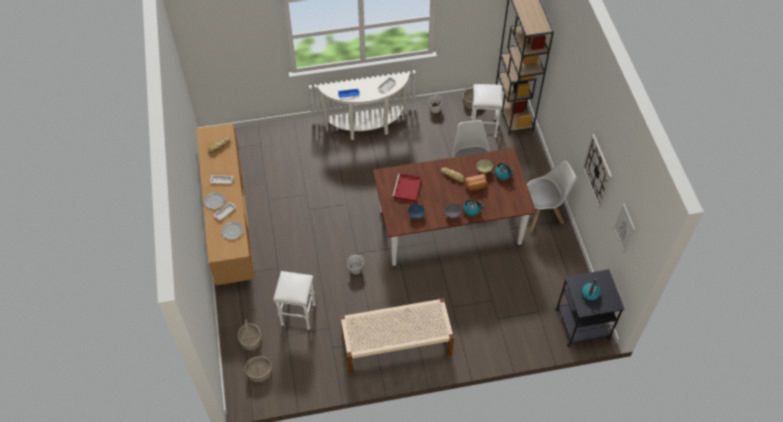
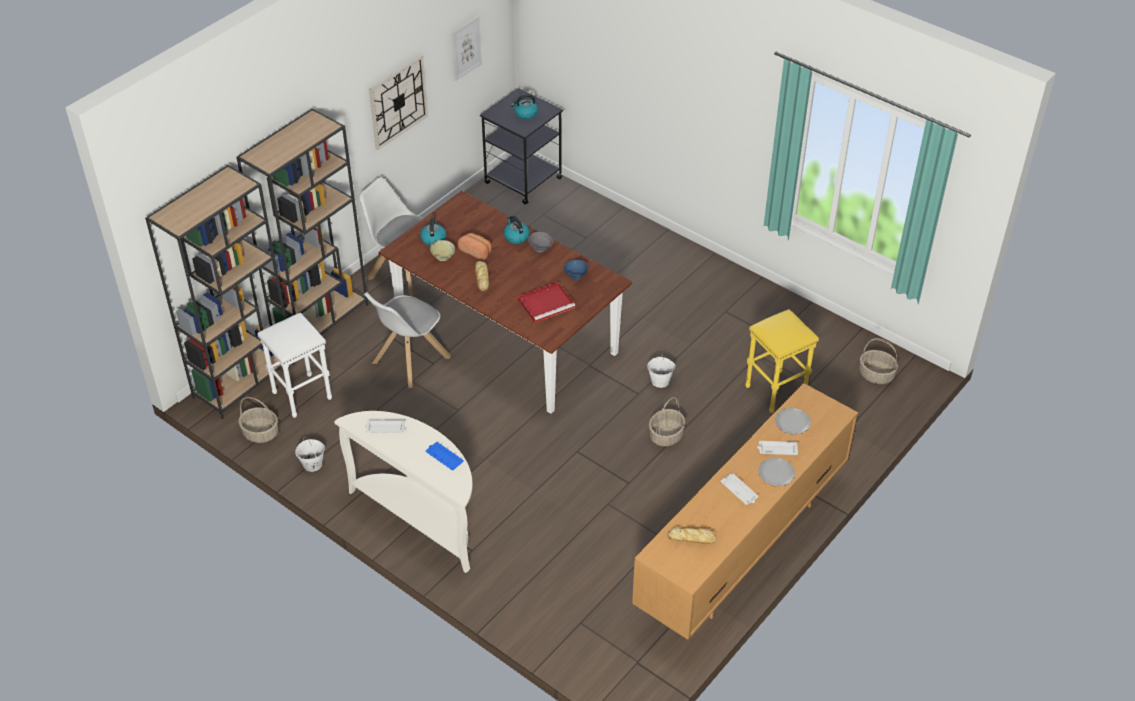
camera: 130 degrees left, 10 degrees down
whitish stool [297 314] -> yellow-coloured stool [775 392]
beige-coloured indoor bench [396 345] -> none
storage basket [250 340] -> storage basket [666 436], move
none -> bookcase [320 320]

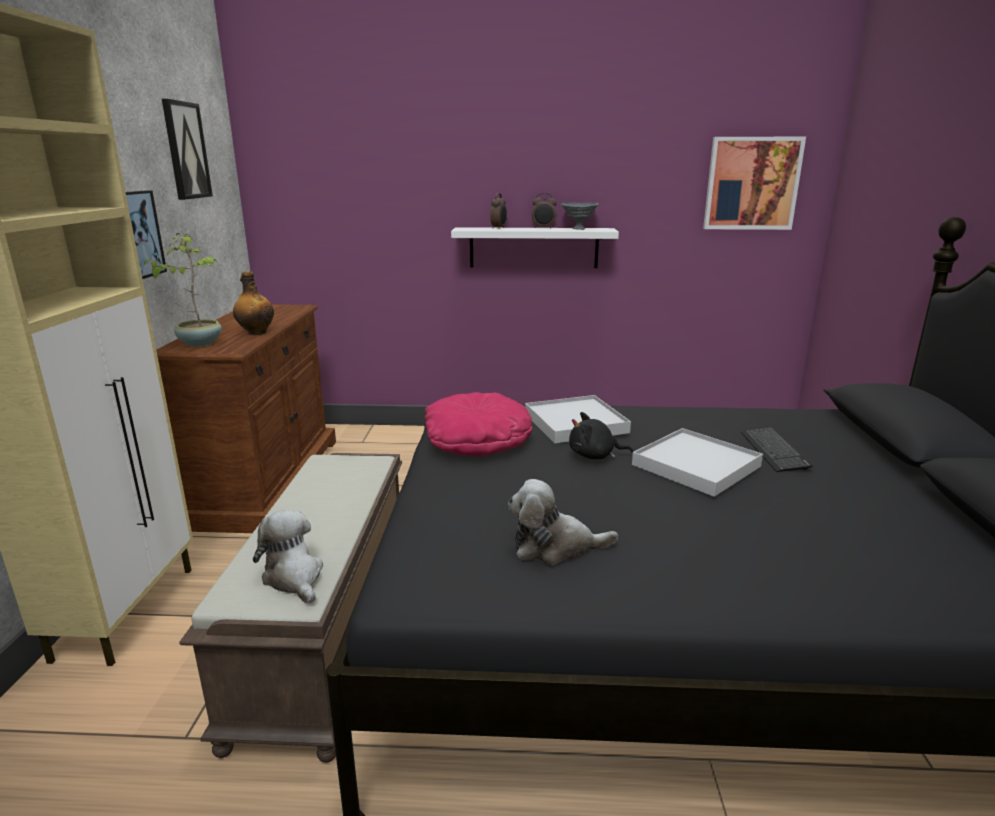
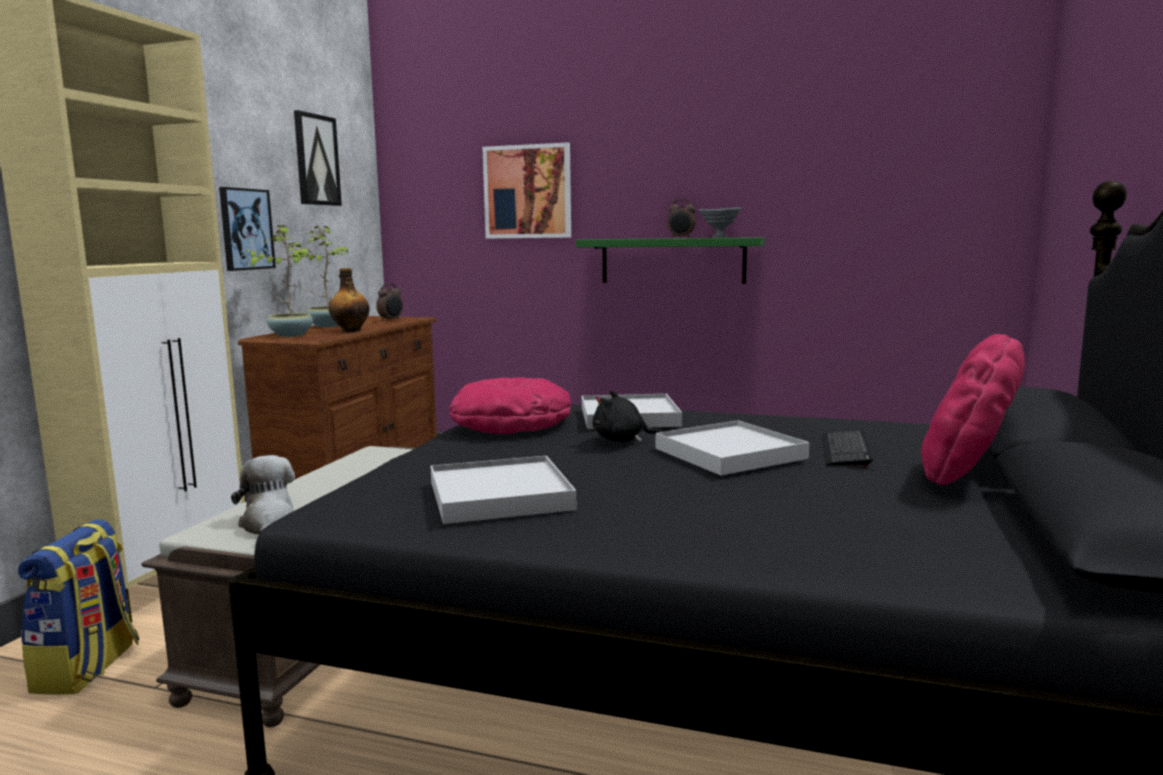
camera: 15 degrees right, 10 degrees down
wall picture [752 183] -> wall picture [528 192], move
alarm clock [499 228] -> alarm clock [391 320], move
whitish shelf [533 247] -> greenish shelf [672 260]
soft toy [554 547] -> whitish serving tray [500 496]
none -> plant in a pot [327 326]
none -> pink-coloured pillow [965 479]
none -> knapsack [88 669]

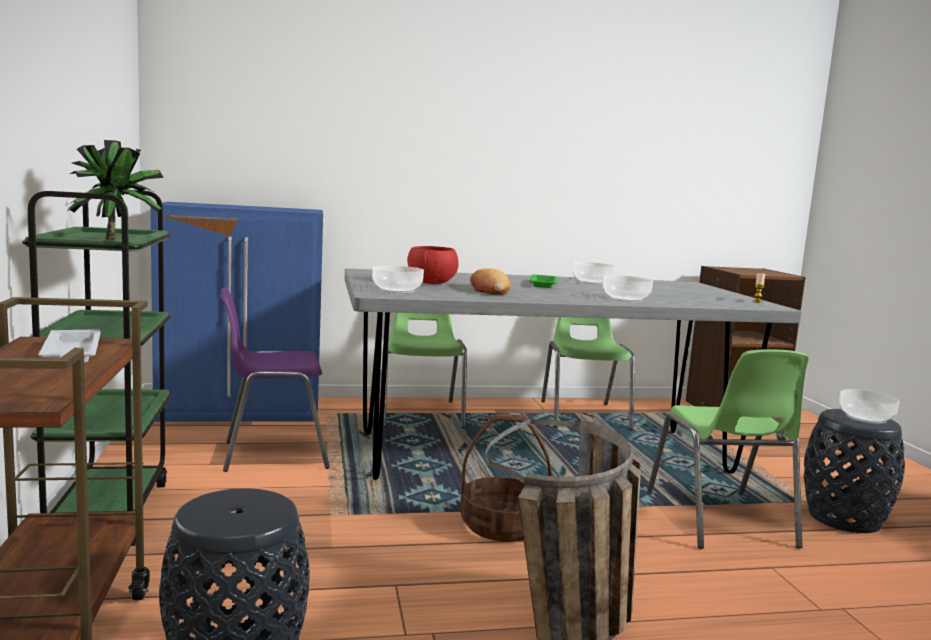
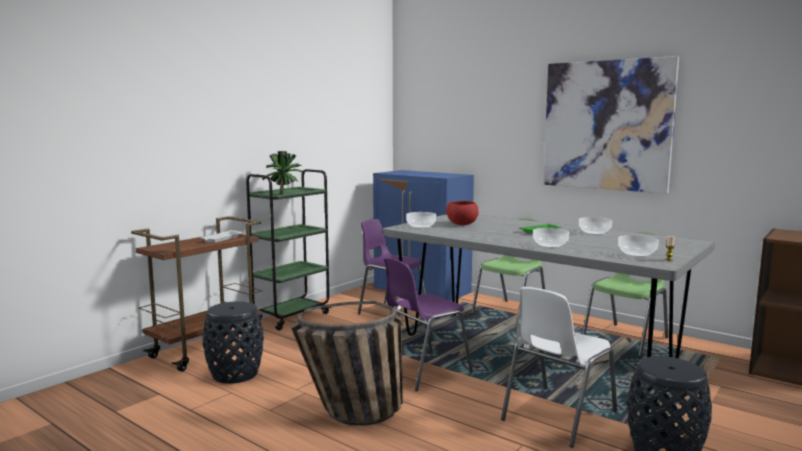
camera: 50 degrees right, 0 degrees up
bread [488 289] -> none
greenish plain chair [720 520] -> whitish plain chair [556 416]
deep dish [865 418] -> deep dish [636 254], move
storage basket [502 525] -> purplish plain chair [423 372]
none -> wall picture [606 125]

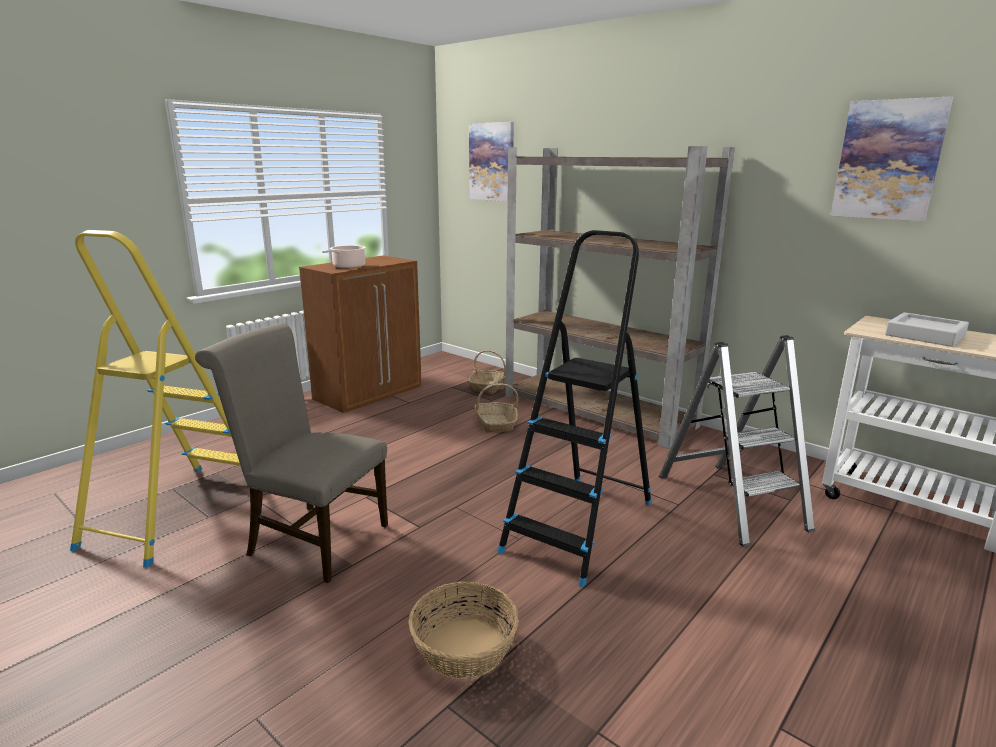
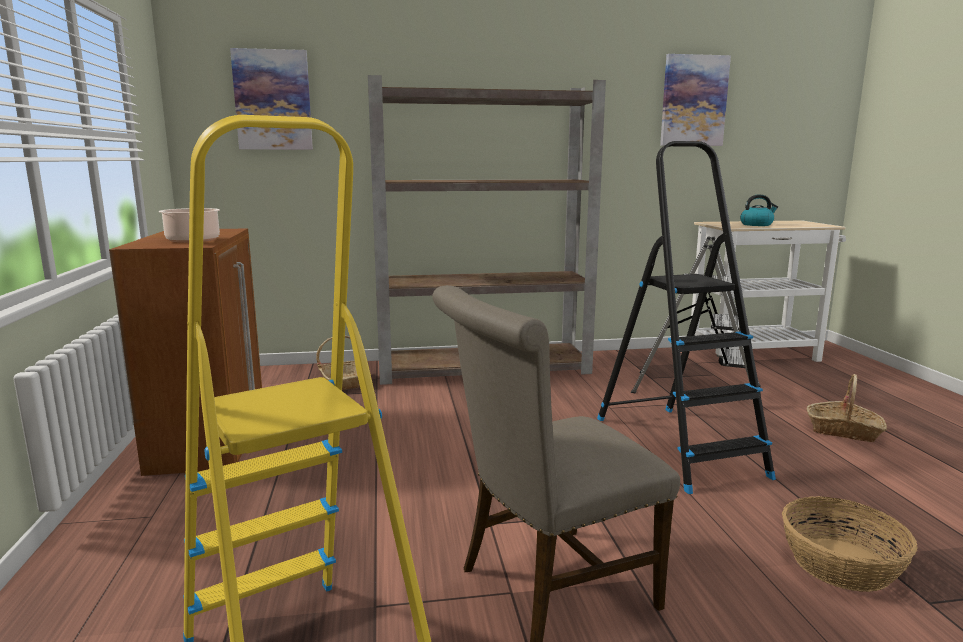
camera: 50 degrees left, 5 degrees down
gray serving tray [925 335] -> kettle [756 224]
storage basket [496 423] -> storage basket [843 431], move

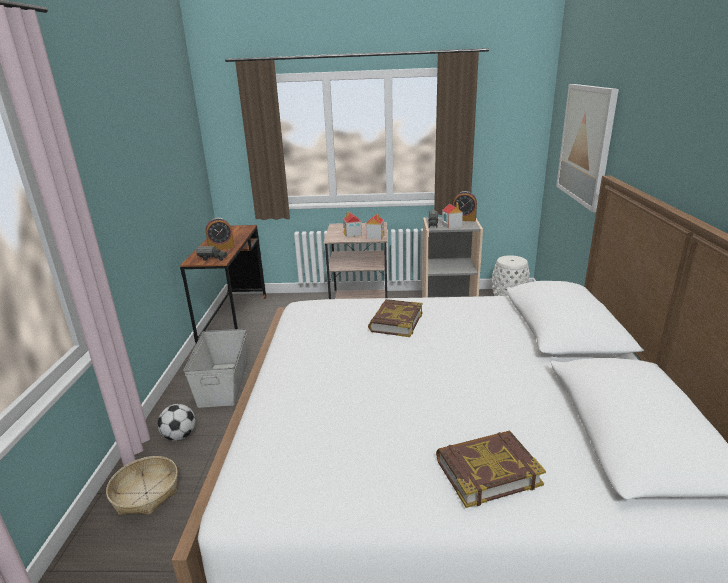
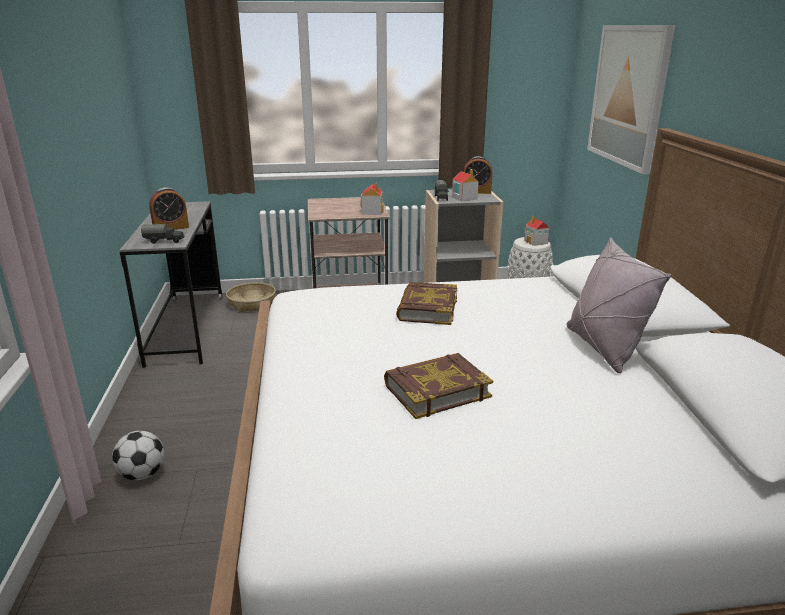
camera: 10 degrees left, 0 degrees up
miniature house [352 234] -> miniature house [536 242], move
brown desk unit [235 322] -> gray desk unit [186 329]
gray storage container [224 383] -> none
bound book [487 472] -> bound book [436 390], move
storage basket [146 493] -> storage basket [252 303], move
none -> purplish pillow [603 348]

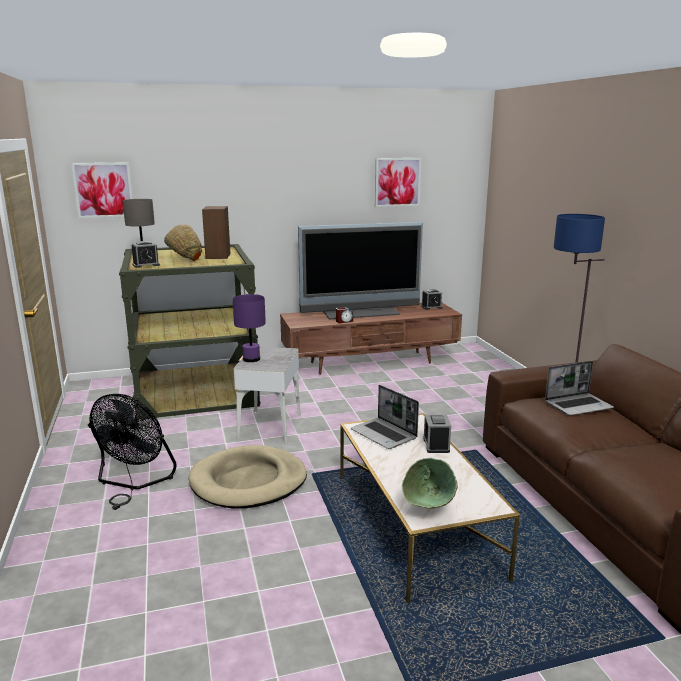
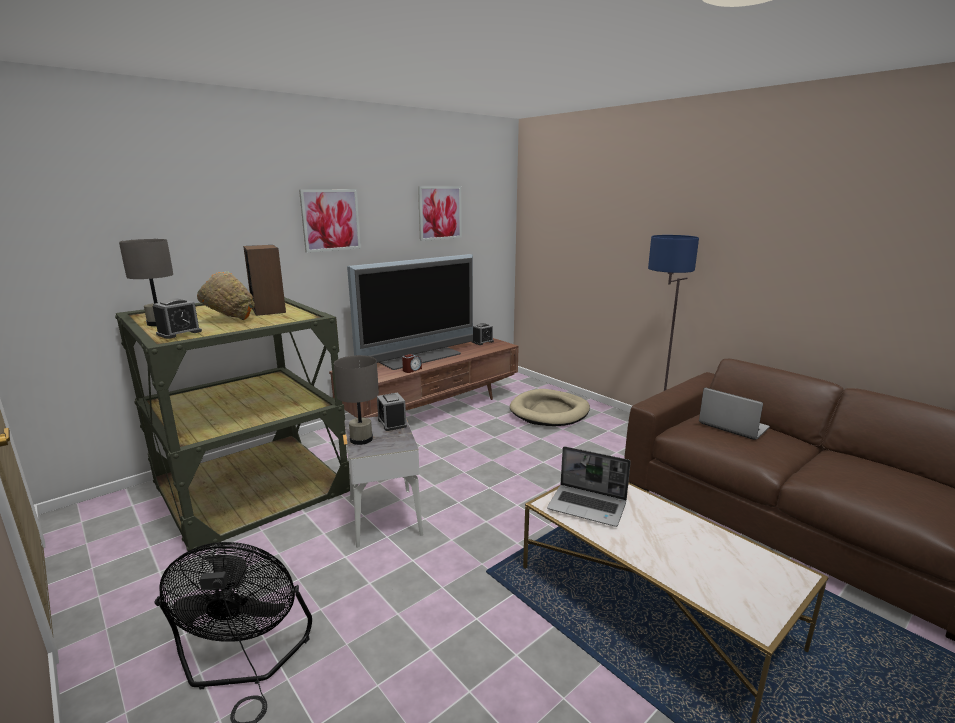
camera: 25 degrees left, 0 degrees up
wall picture [103 190] -> wall picture [330 220], move
purplish table lamp [251 359] -> gray table lamp [361 439]
portable computer [578 405] -> portable computer [732 426], 90 degrees counterclockwise
alarm clock [436 445] -> alarm clock [392 423], move
beige-coloured pet bed [248 481] -> beige-coloured pet bed [549 411], move
greenish deep dish [430 511] -> none

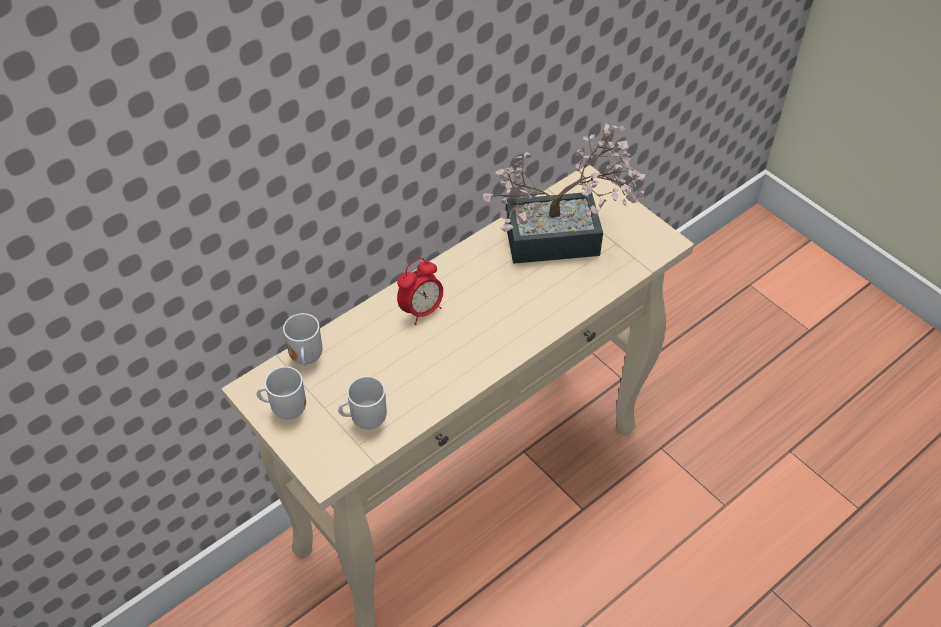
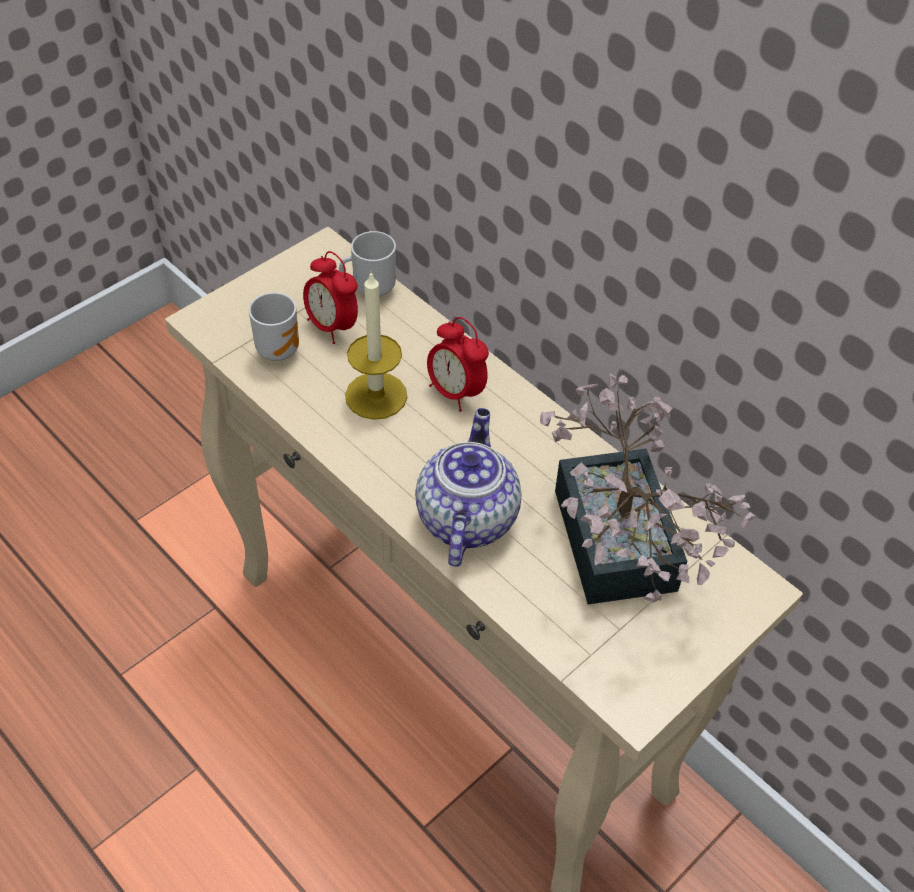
camera: 85 degrees right, 0 degrees up
tea mug [287 408] -> none
none -> alarm clock [332 326]
none -> wax light [376 395]
none -> tea pot [466 517]

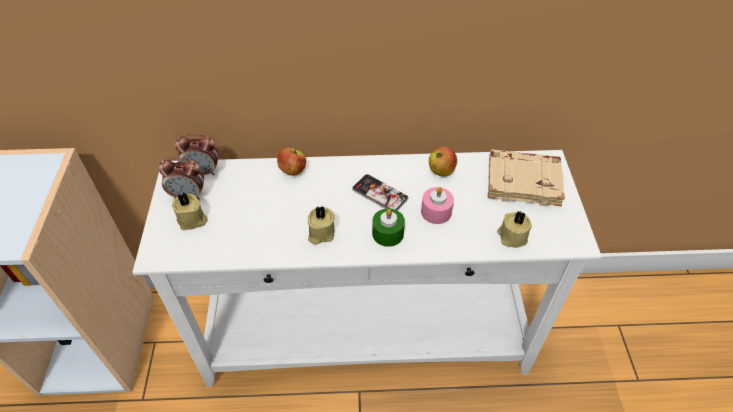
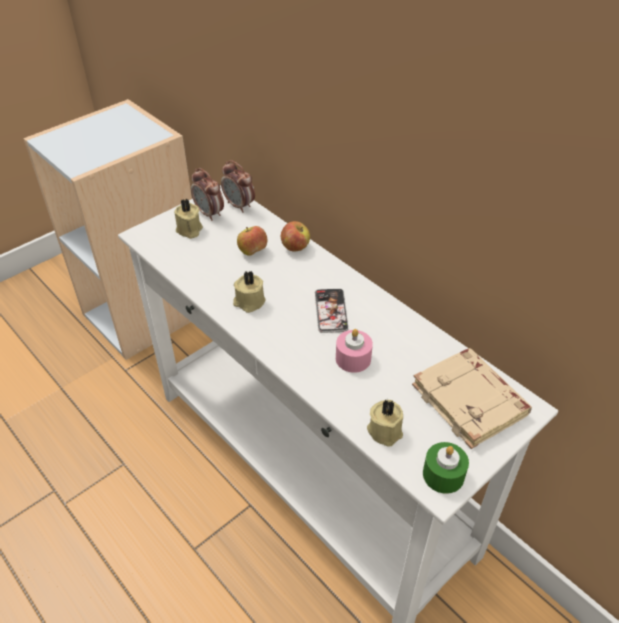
camera: 50 degrees right, 5 degrees down
whole apple [441 171] -> whole apple [253 251], move
greenish wax light [388 233] -> greenish wax light [443 475], move

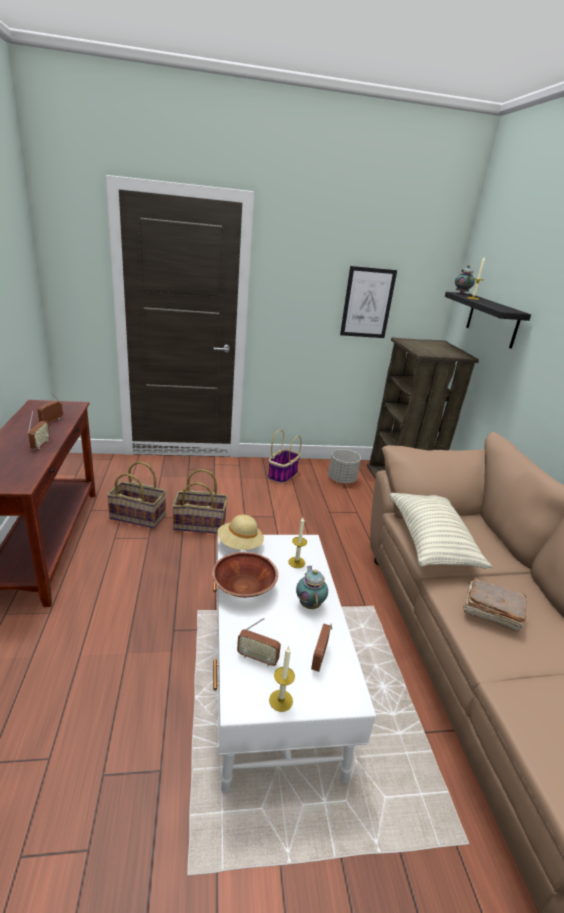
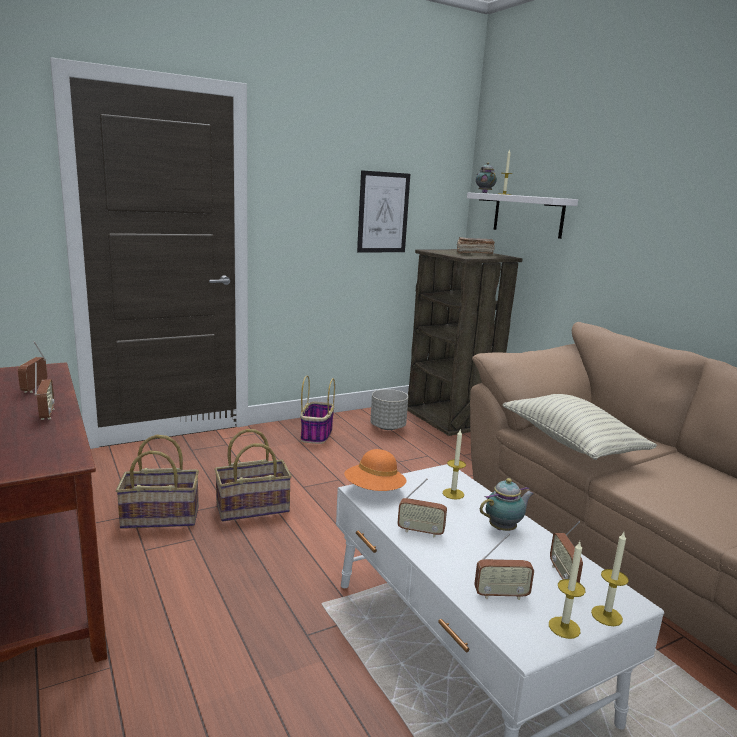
camera: 20 degrees left, 10 degrees down
blackish shelf [492 320] -> whitish shelf [528 215]
beige-coloured clothing hat [240 545] -> orangey clothing hat [374 491]
brown deep dish [244 588] -> radio receiver [420 532]
tea pot [309 603] -> tea pot [504 528], 90 degrees clockwise
brown bound book [490 612] -> brown bound book [473 253], move
none -> wax light [606 616]

